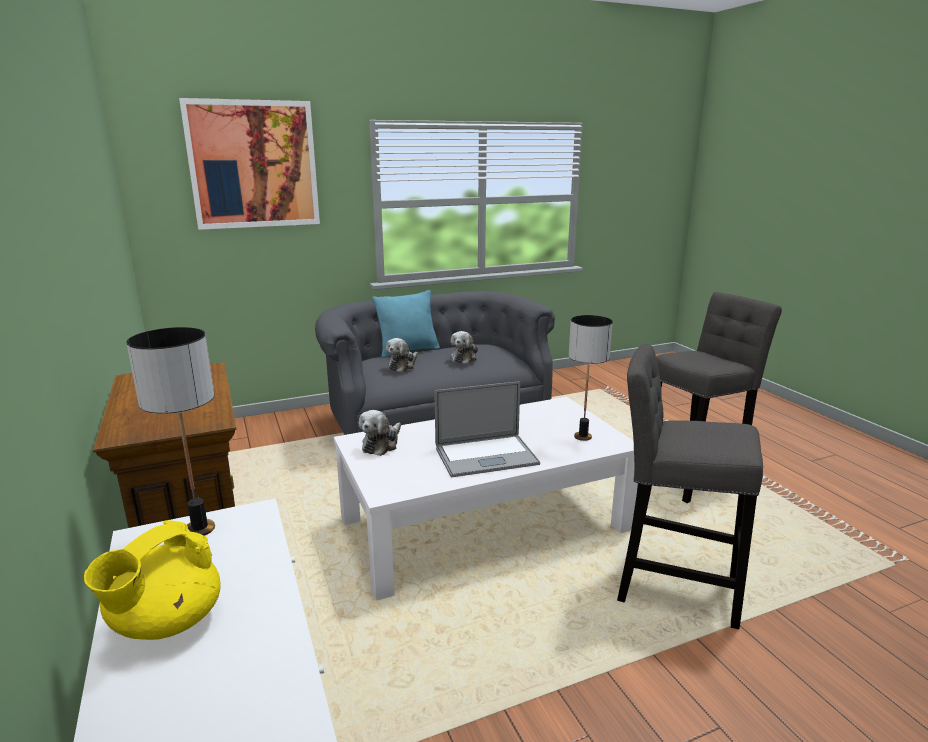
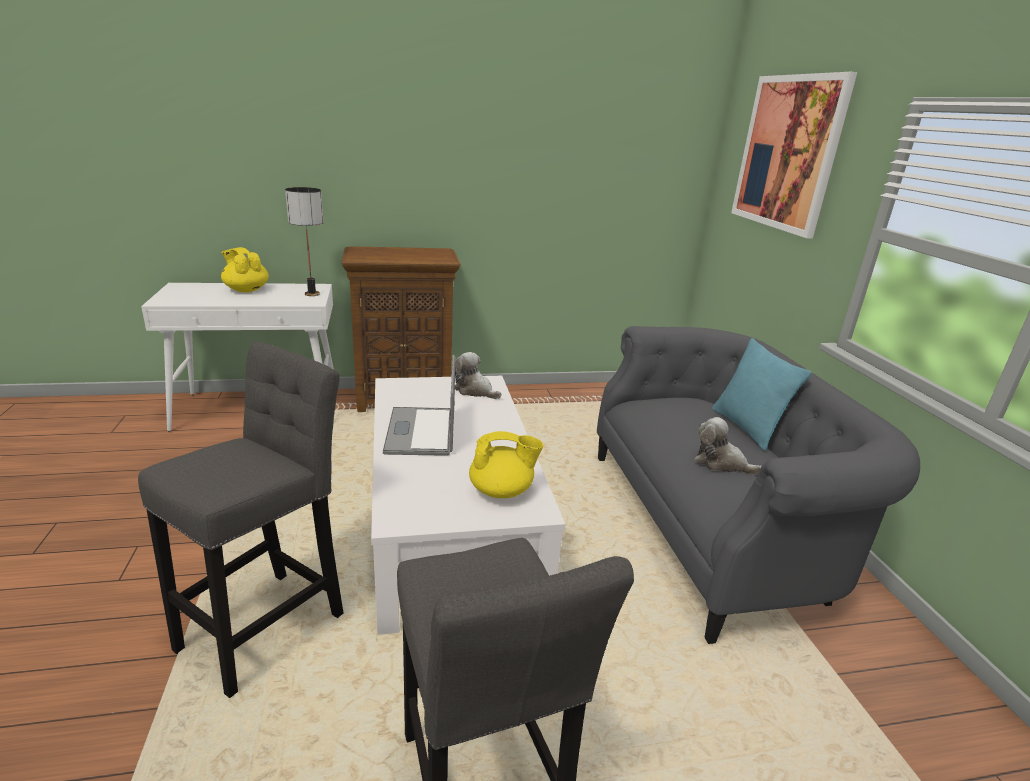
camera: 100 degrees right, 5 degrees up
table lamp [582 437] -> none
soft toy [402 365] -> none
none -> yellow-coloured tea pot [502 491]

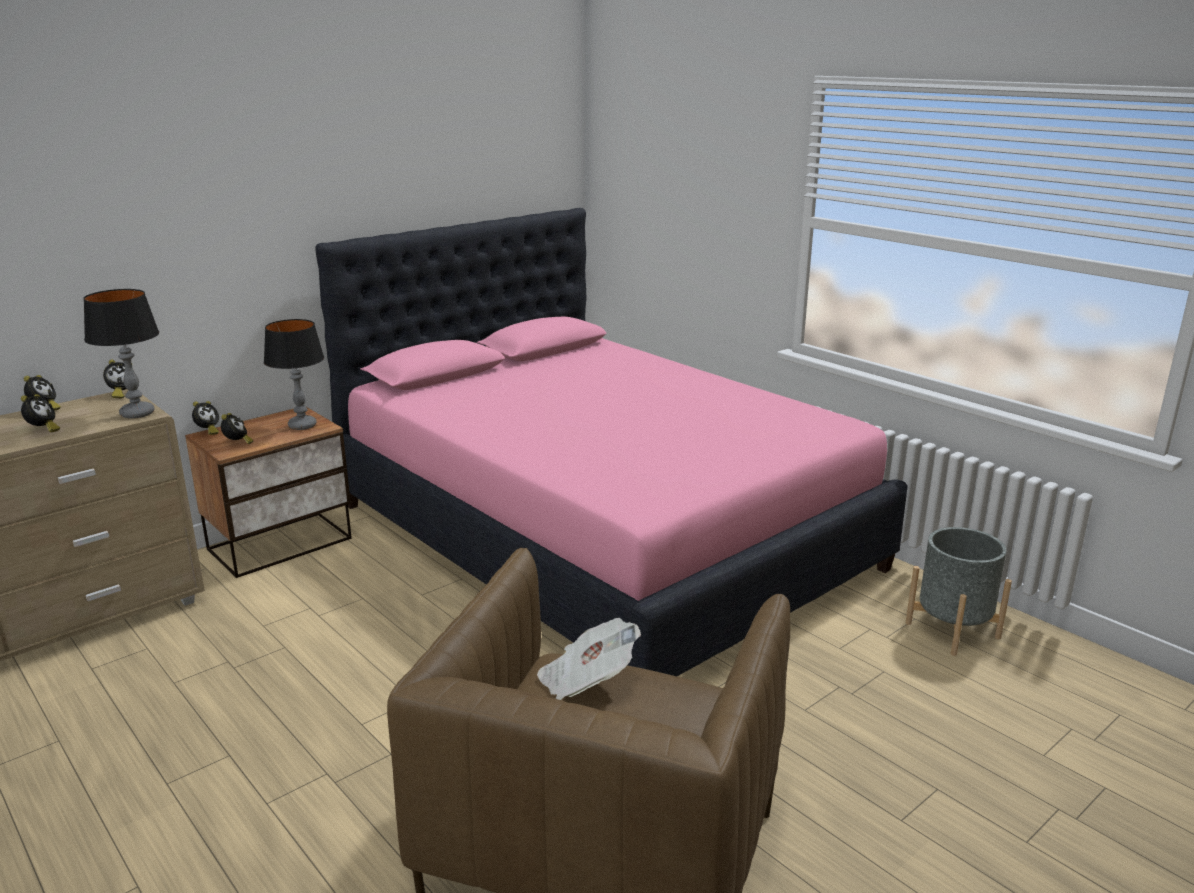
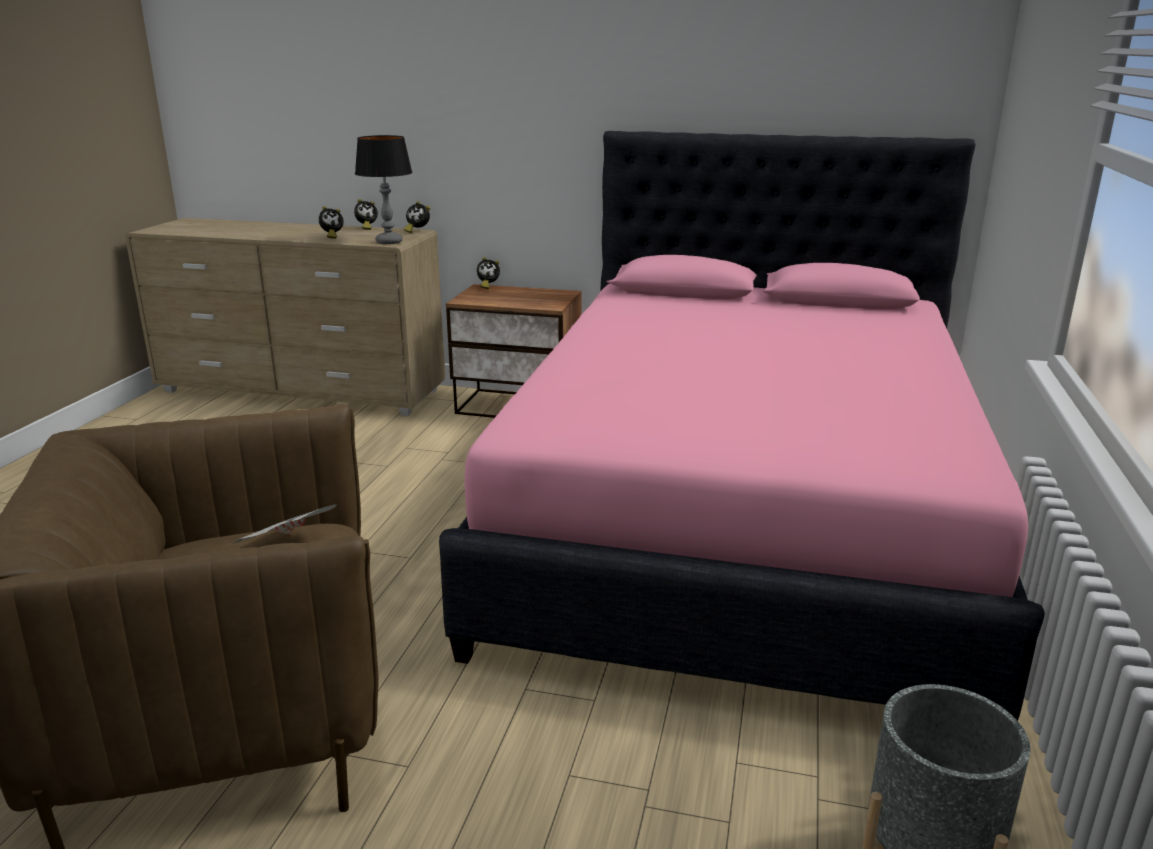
camera: 55 degrees right, 0 degrees up
table lamp [302 425] -> none
alarm clock [237 443] -> none

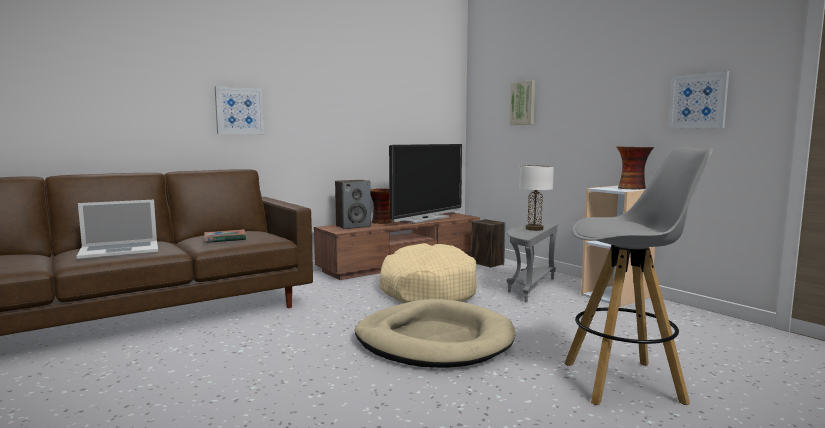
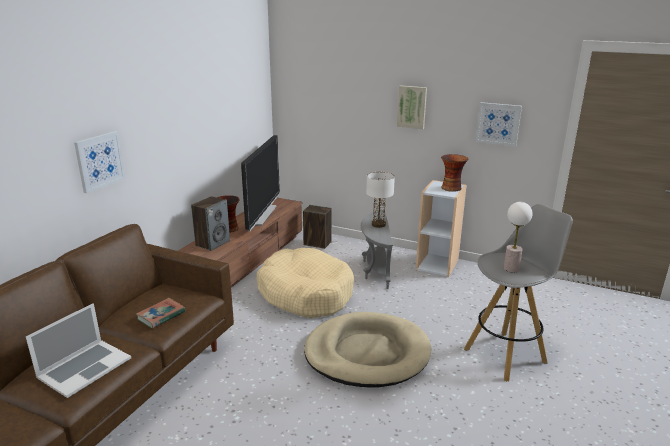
camera: 30 degrees left, 15 degrees up
wall picture [523 103] -> wall picture [412 107], move
none -> table lamp [511 268]

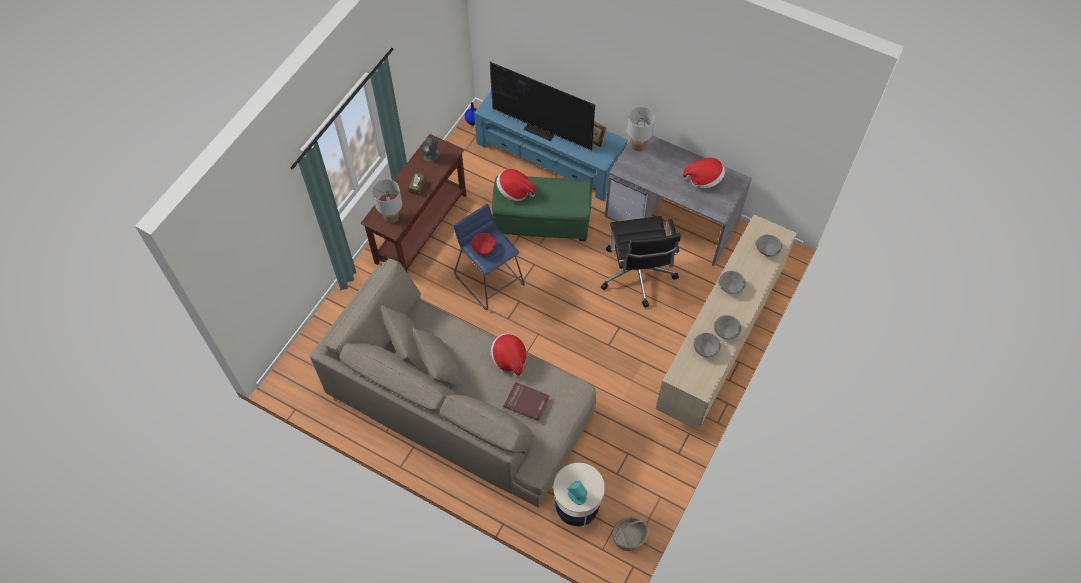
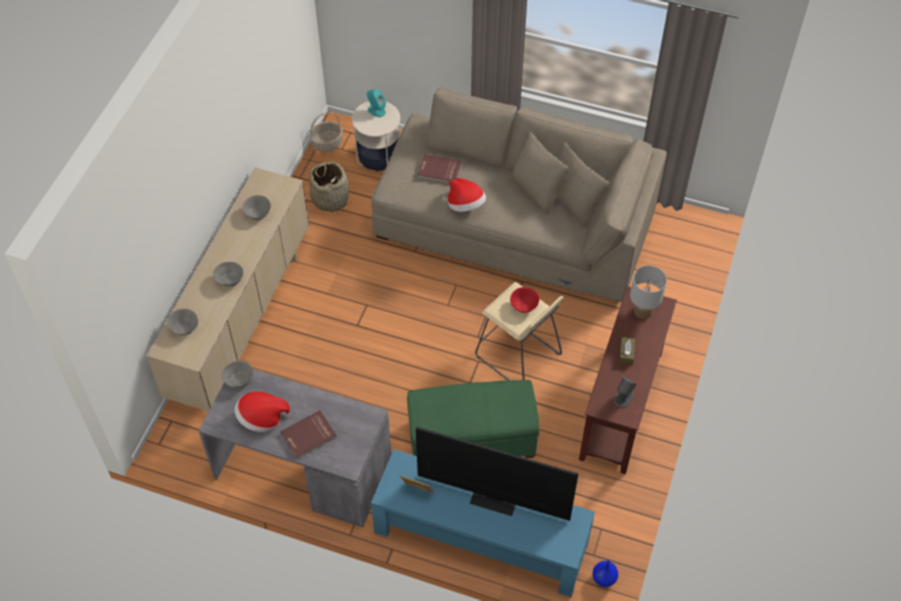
camera: 170 degrees right, 5 degrees down
gray table lamp [637 145] -> none
clothing hat [514 191] -> none
bluish stool [490 280] -> beige-coloured stool [518 356]
blackish computer chair [637 275] -> none
gray deep dish [726 332] -> gray deep dish [239 380], move
none -> storage basket [330 198]
none -> red-coloured bound book [309 436]

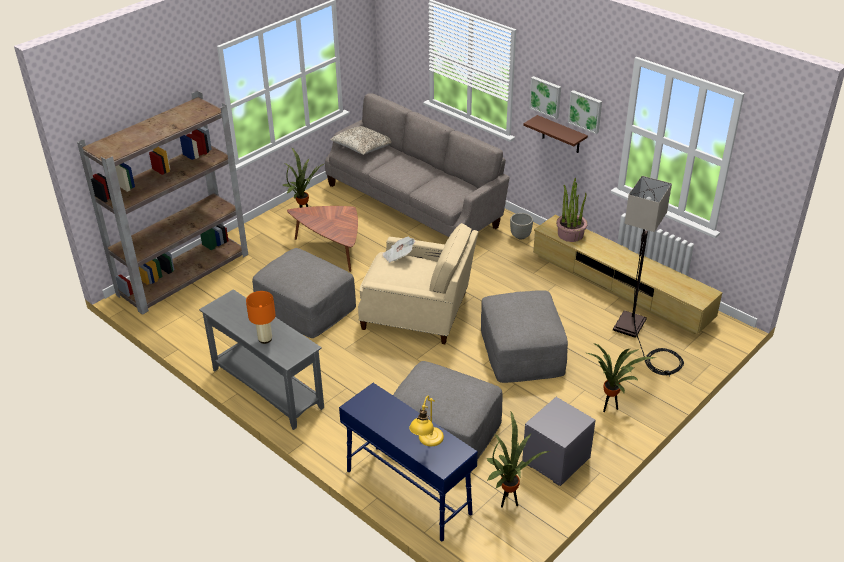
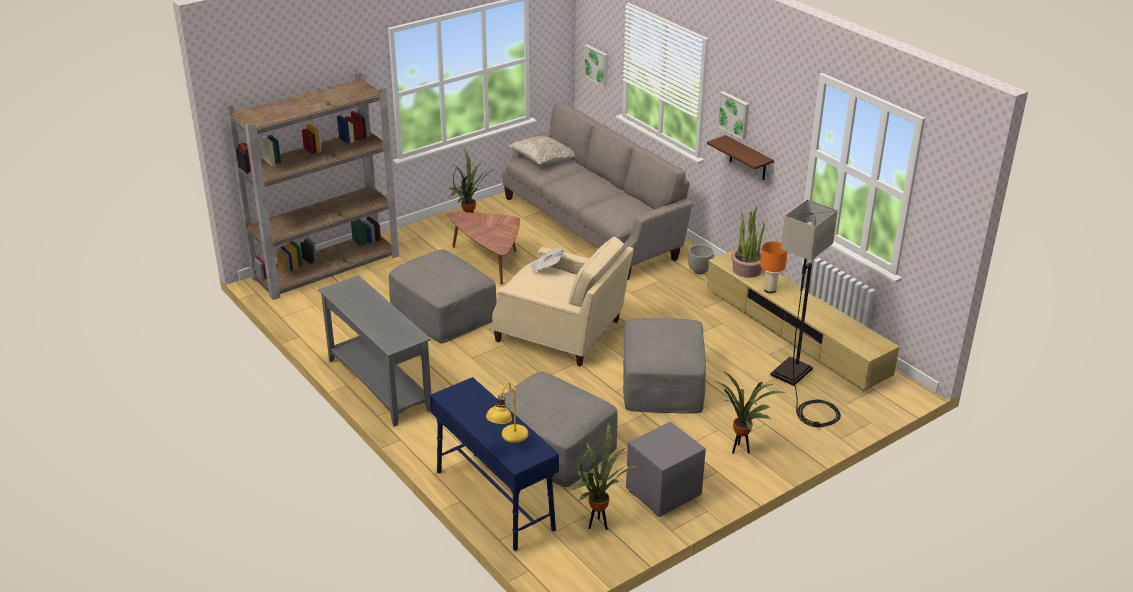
camera: 10 degrees right, 5 degrees down
wall picture [585 111] -> wall picture [597 65], move
orangey table lamp [265 339] -> orangey table lamp [770 290], move

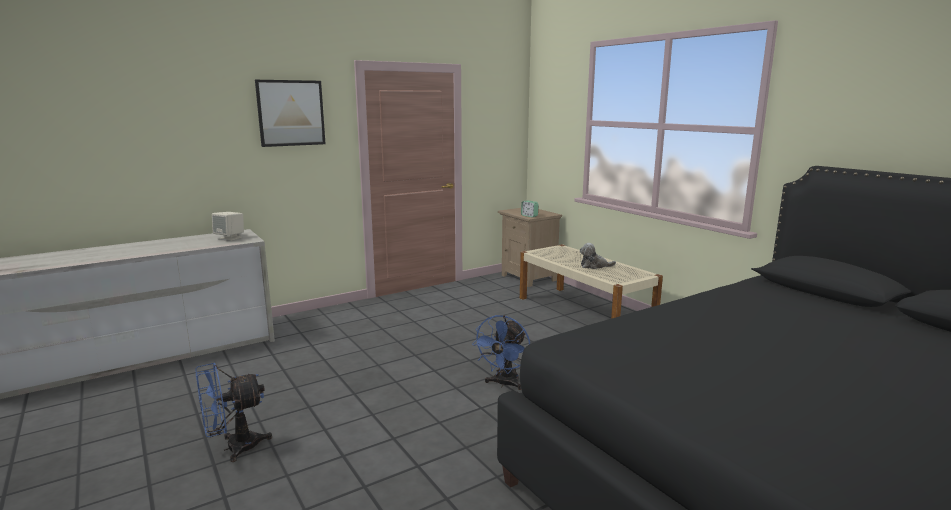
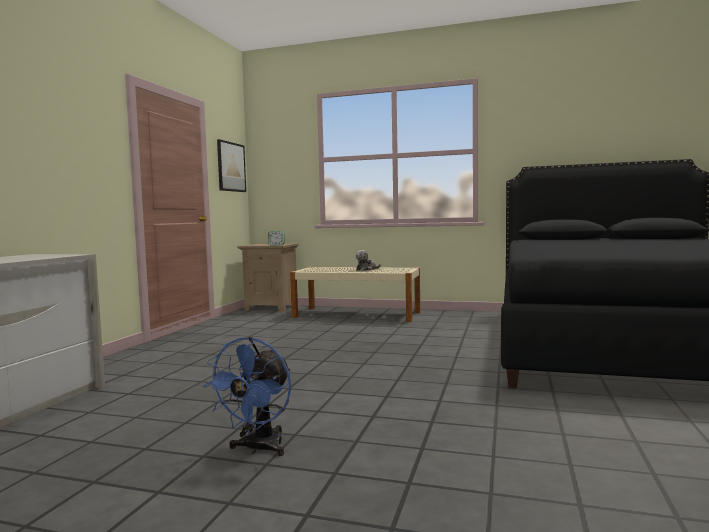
camera: 40 degrees left, 10 degrees down
wall picture [291 113] -> wall picture [231 167], move
beige-coloured loudspeaker [230 238] -> none
bluish electric fan [504 384] -> none

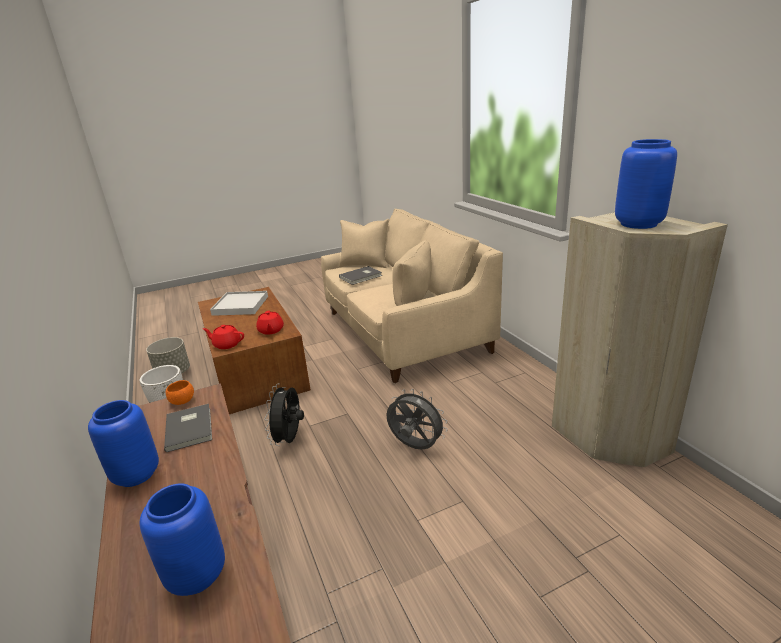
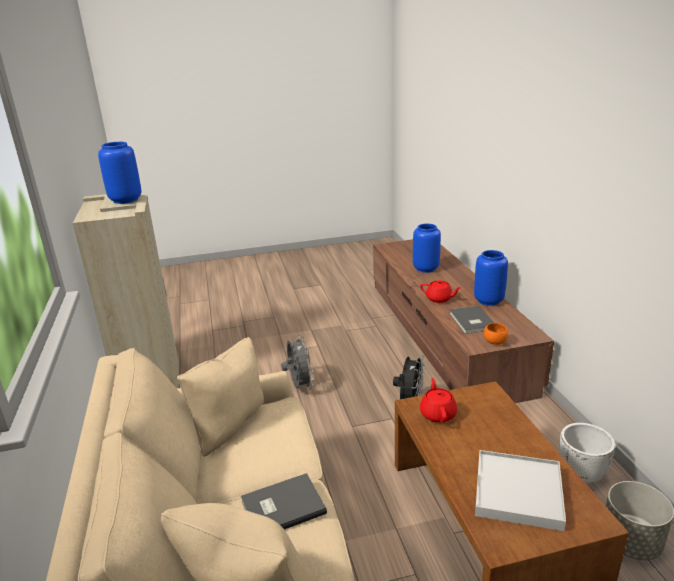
camera: 170 degrees left, 0 degrees up
red-coloured tea pot [226 344] -> red-coloured tea pot [439 299], move
gray electric fan [415 447] -> gray electric fan [299 386], 150 degrees counterclockwise

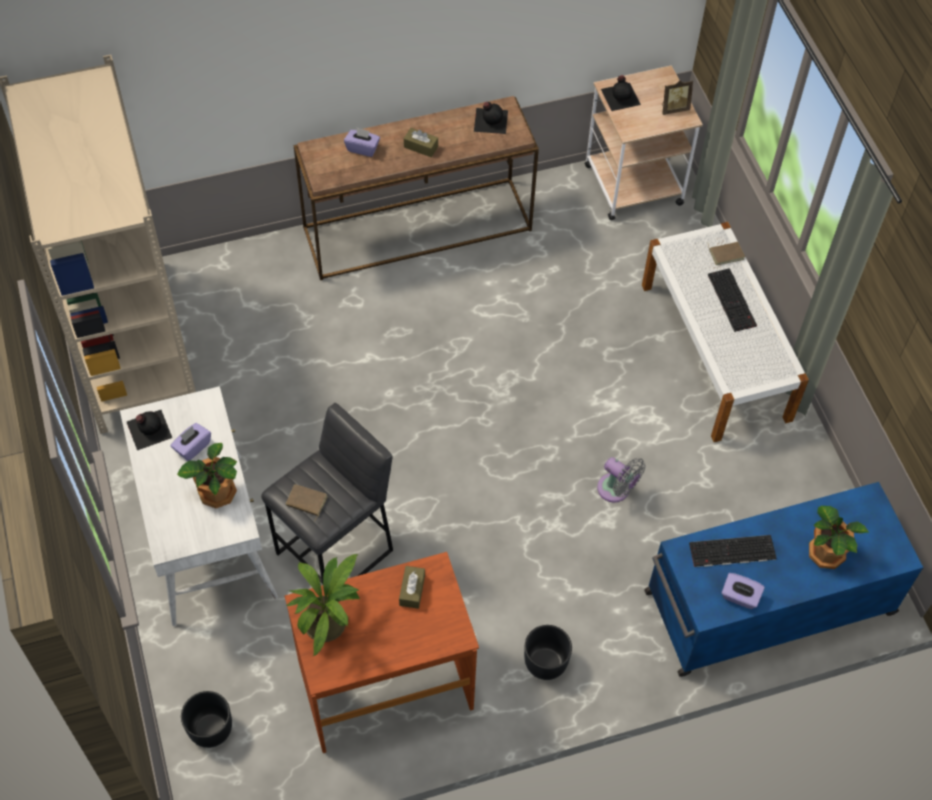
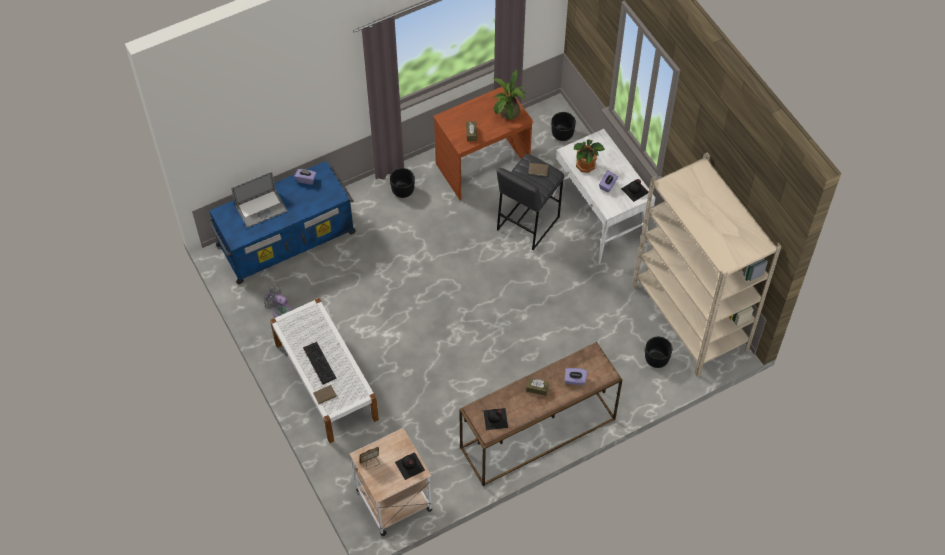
camera: 170 degrees right, 0 degrees up
gray electric fan [616 490] -> gray electric fan [280 310], move
plant in a pot [826 553] -> portable computer [261 208]
PC keyboard [731 552] -> none
none -> blackish flower pot [656 359]

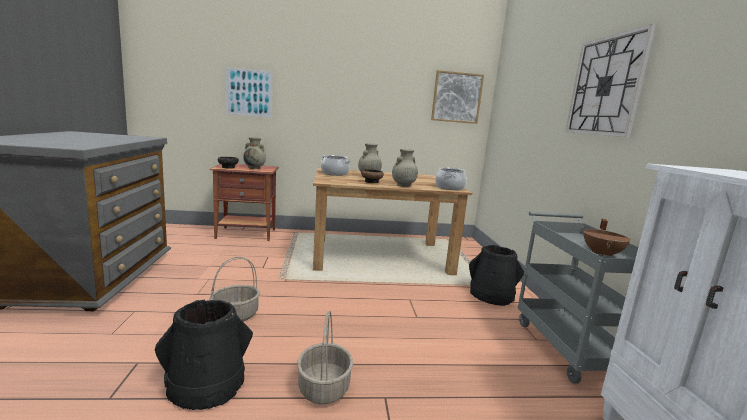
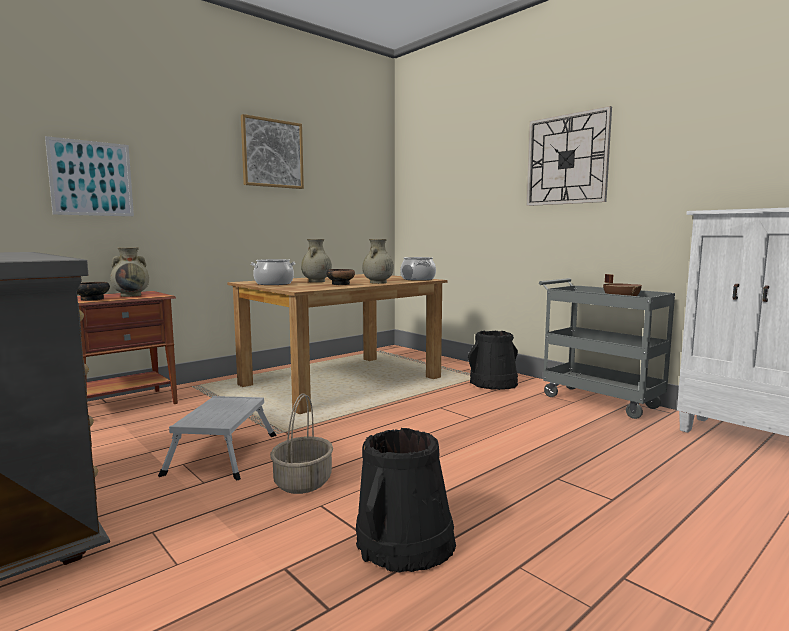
camera: 35 degrees left, 5 degrees down
wall picture [456 97] -> wall picture [272 153], move
storage basket [324 388] -> none
none -> whitish step stool [223 453]

